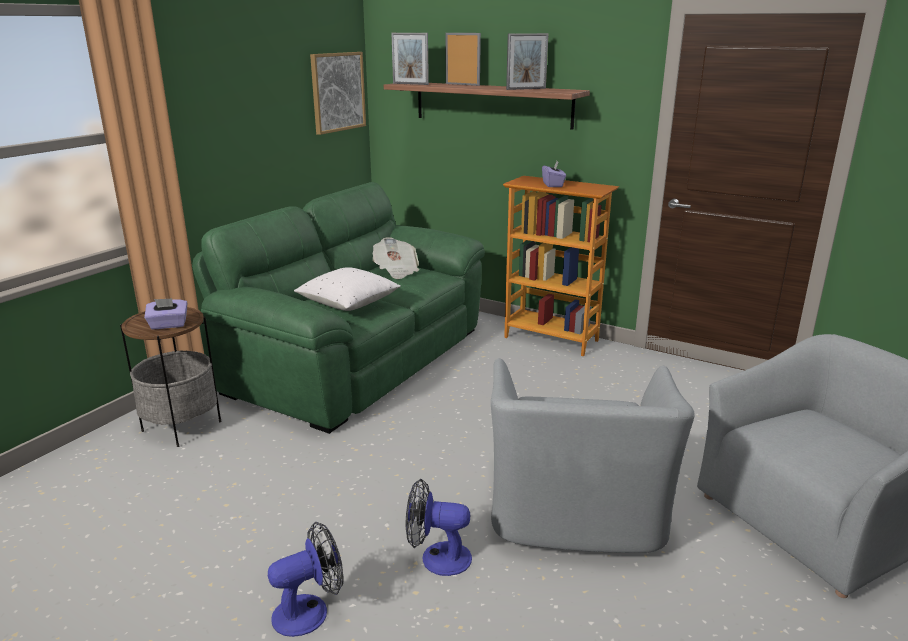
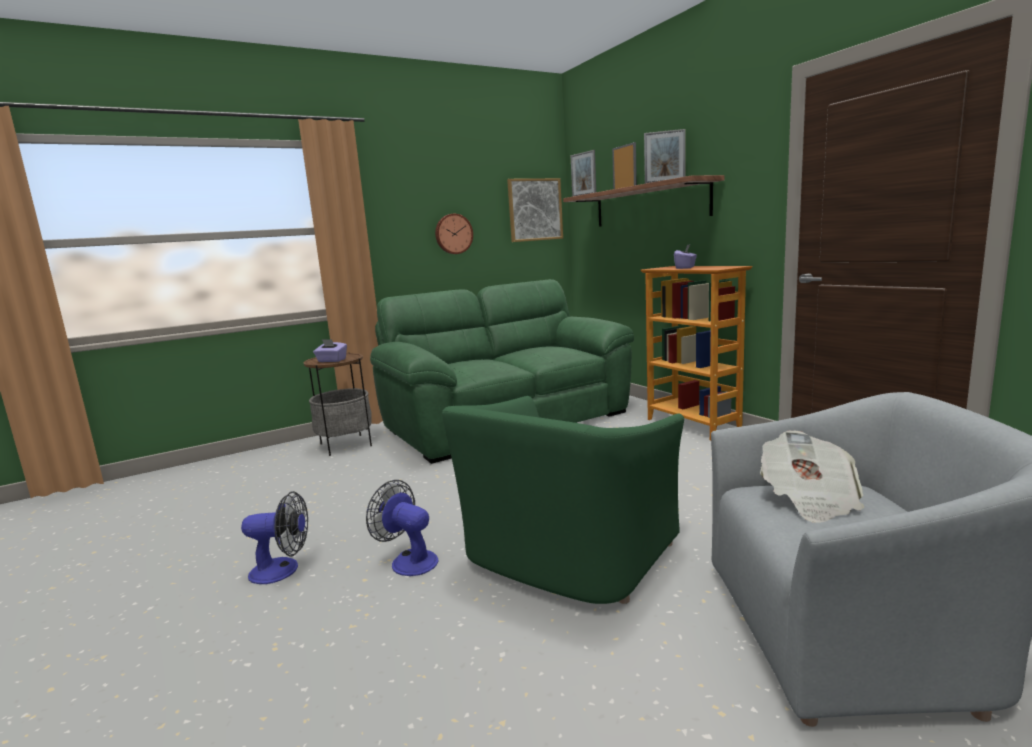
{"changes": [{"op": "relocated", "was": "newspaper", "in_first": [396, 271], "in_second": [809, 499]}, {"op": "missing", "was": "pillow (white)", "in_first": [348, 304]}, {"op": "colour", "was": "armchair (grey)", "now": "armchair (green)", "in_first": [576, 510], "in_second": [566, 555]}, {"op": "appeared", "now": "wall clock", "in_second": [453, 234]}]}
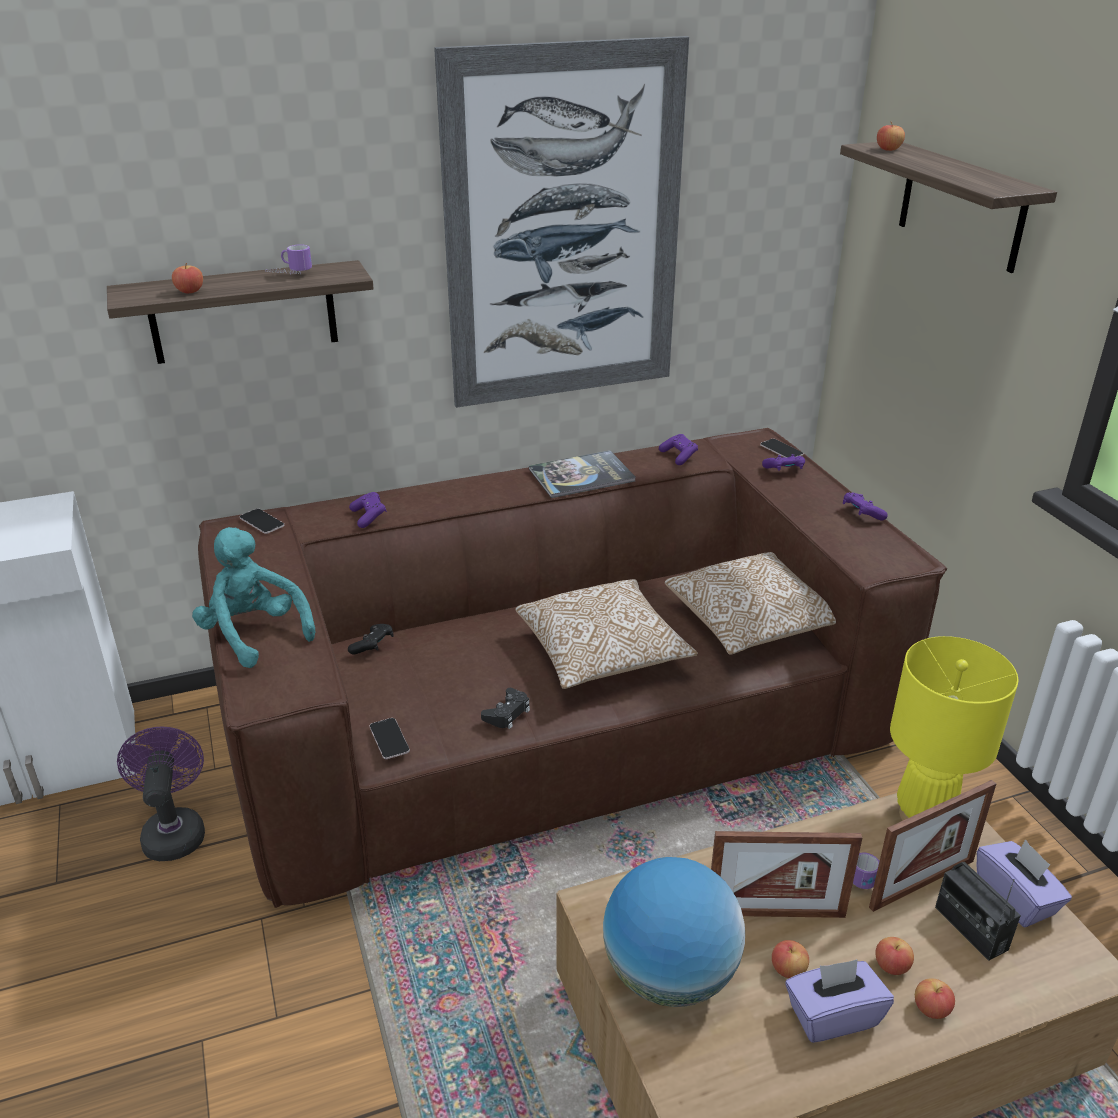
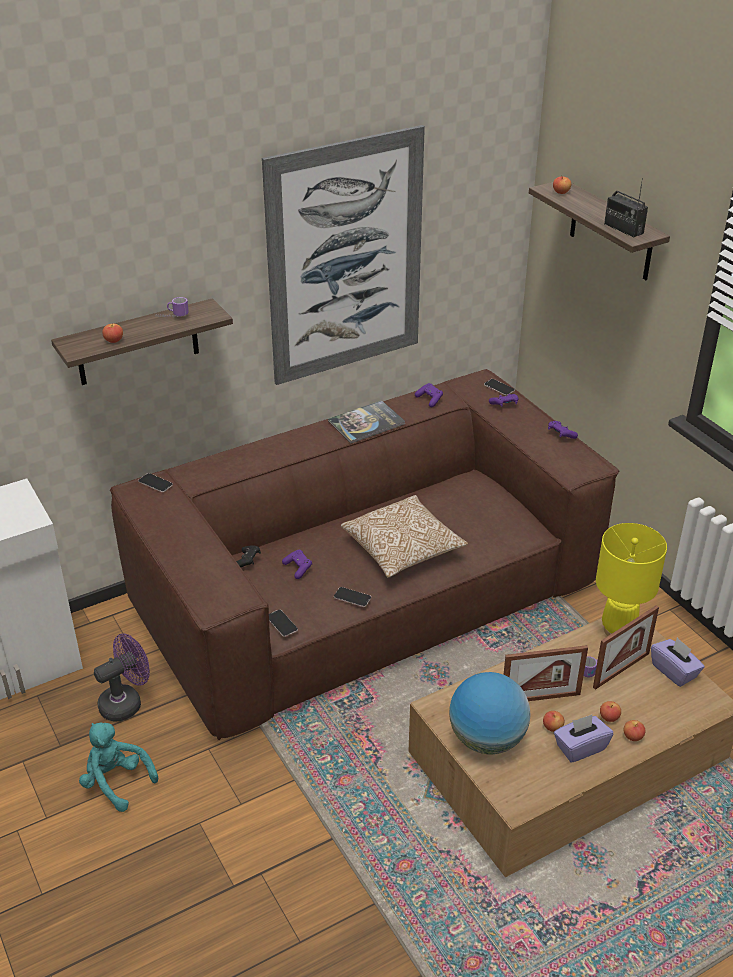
{"changes": [{"op": "relocated", "was": "game controller (purple)", "in_first": [369, 517], "in_second": [298, 568]}, {"op": "relocated", "was": "plush toy (turquoise)", "in_first": [254, 634], "in_second": [116, 782]}, {"op": "missing", "was": "pillow", "in_first": [750, 623]}, {"op": "exchanged", "was": "game controller (black)", "now": "phone", "in_first": [507, 713], "in_second": [352, 597]}, {"op": "spun", "was": "fan (purple)", "in_first": [174, 831], "in_second": [126, 702], "clockwise": 75}, {"op": "relocated", "was": "radio", "in_first": [970, 928], "in_second": [623, 228]}]}
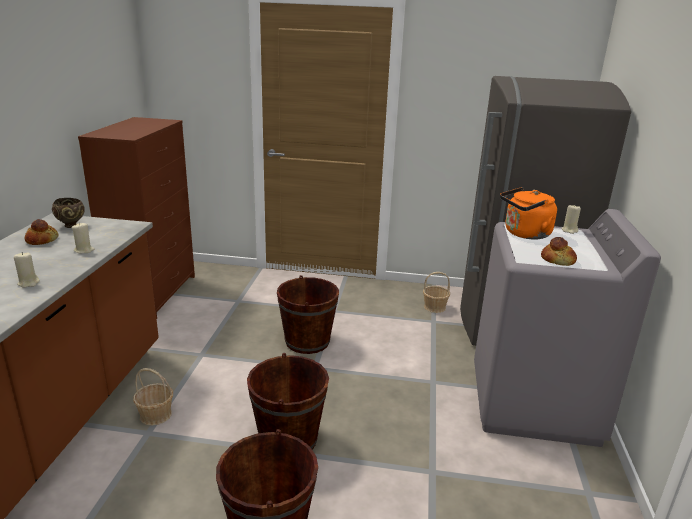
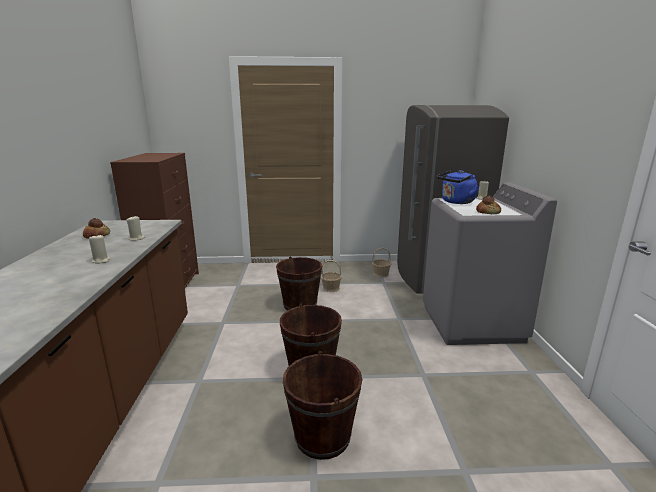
{"changes": [{"op": "colour", "was": "kettle (orange)", "now": "kettle (blue)", "in_first": [524, 234], "in_second": [456, 202]}, {"op": "missing", "was": "bowl (brown)", "in_first": [71, 226]}, {"op": "relocated", "was": "basket", "in_first": [155, 415], "in_second": [331, 288]}]}
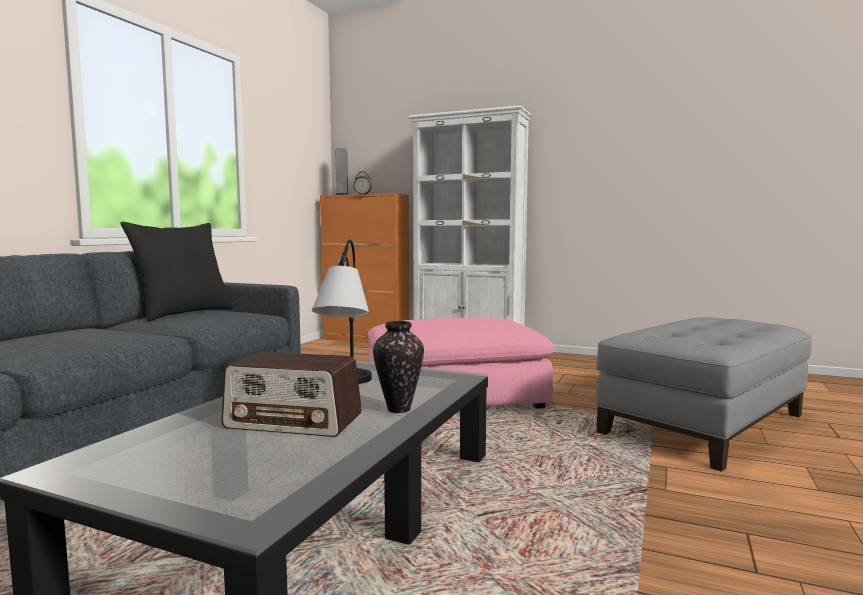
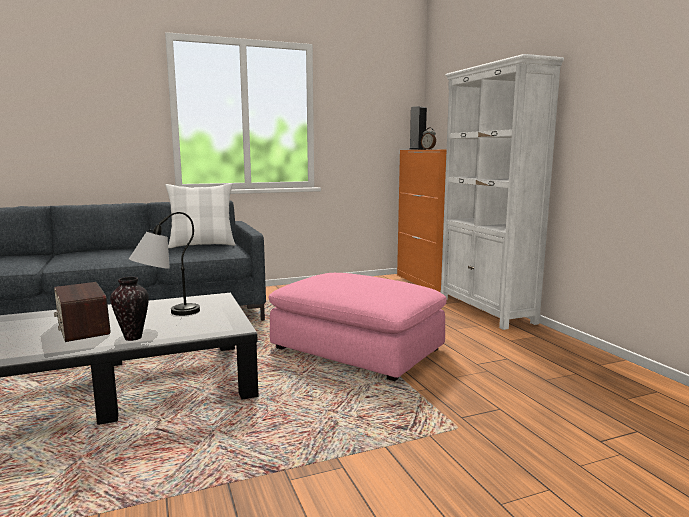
{"changes": [{"op": "colour", "was": "pillow (black)", "now": "pillow (white)", "in_first": [184, 313], "in_second": [202, 245]}, {"op": "missing", "was": "ottoman (grey)", "in_first": [705, 424]}]}
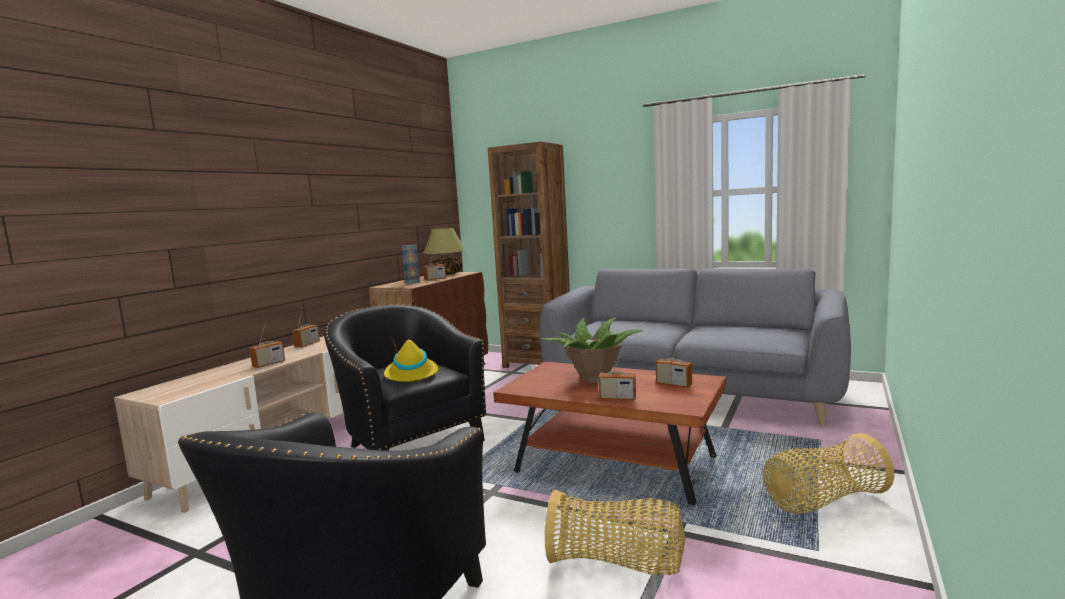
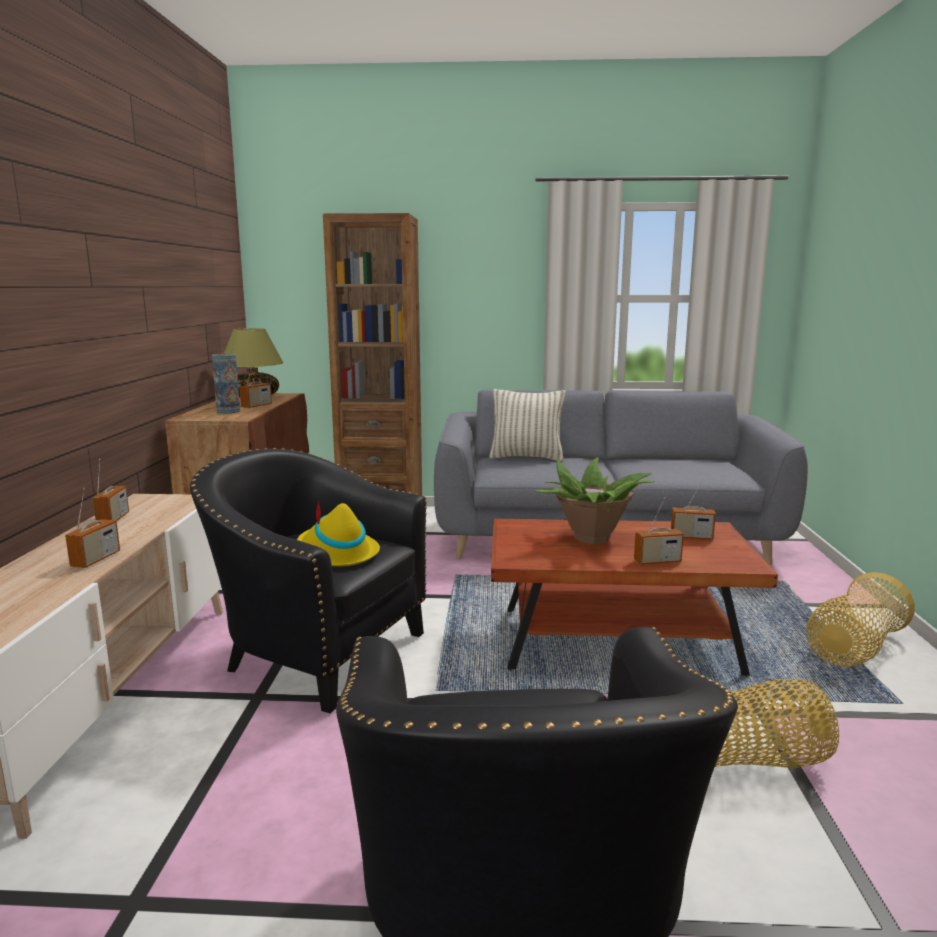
{"changes": [{"op": "appeared", "now": "pillow", "in_second": [526, 457]}]}
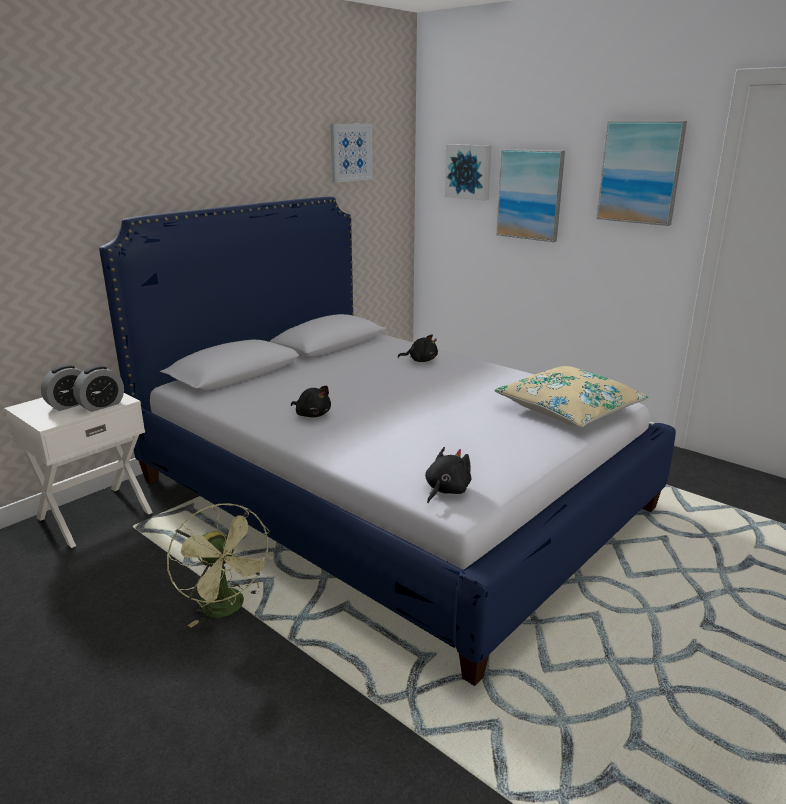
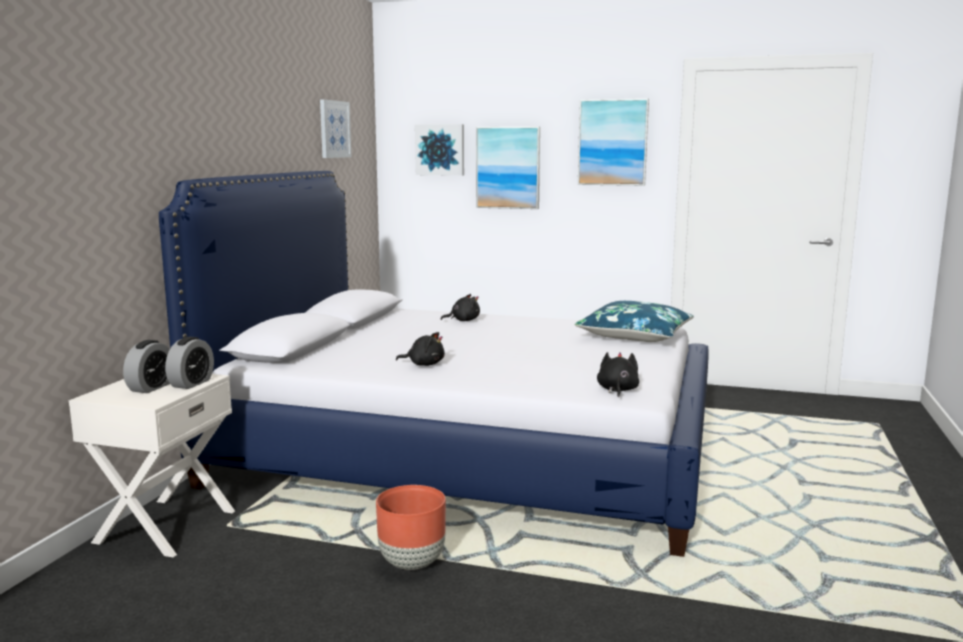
{"changes": [{"op": "colour", "was": "pillow (beige)", "now": "pillow (blue)", "in_first": [569, 409], "in_second": [635, 335]}, {"op": "exchanged", "was": "fan (green)", "now": "planter (brown)", "in_first": [227, 609], "in_second": [412, 562]}]}
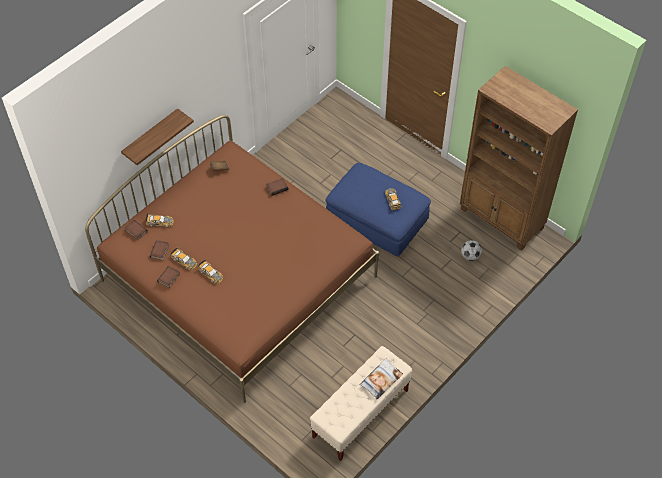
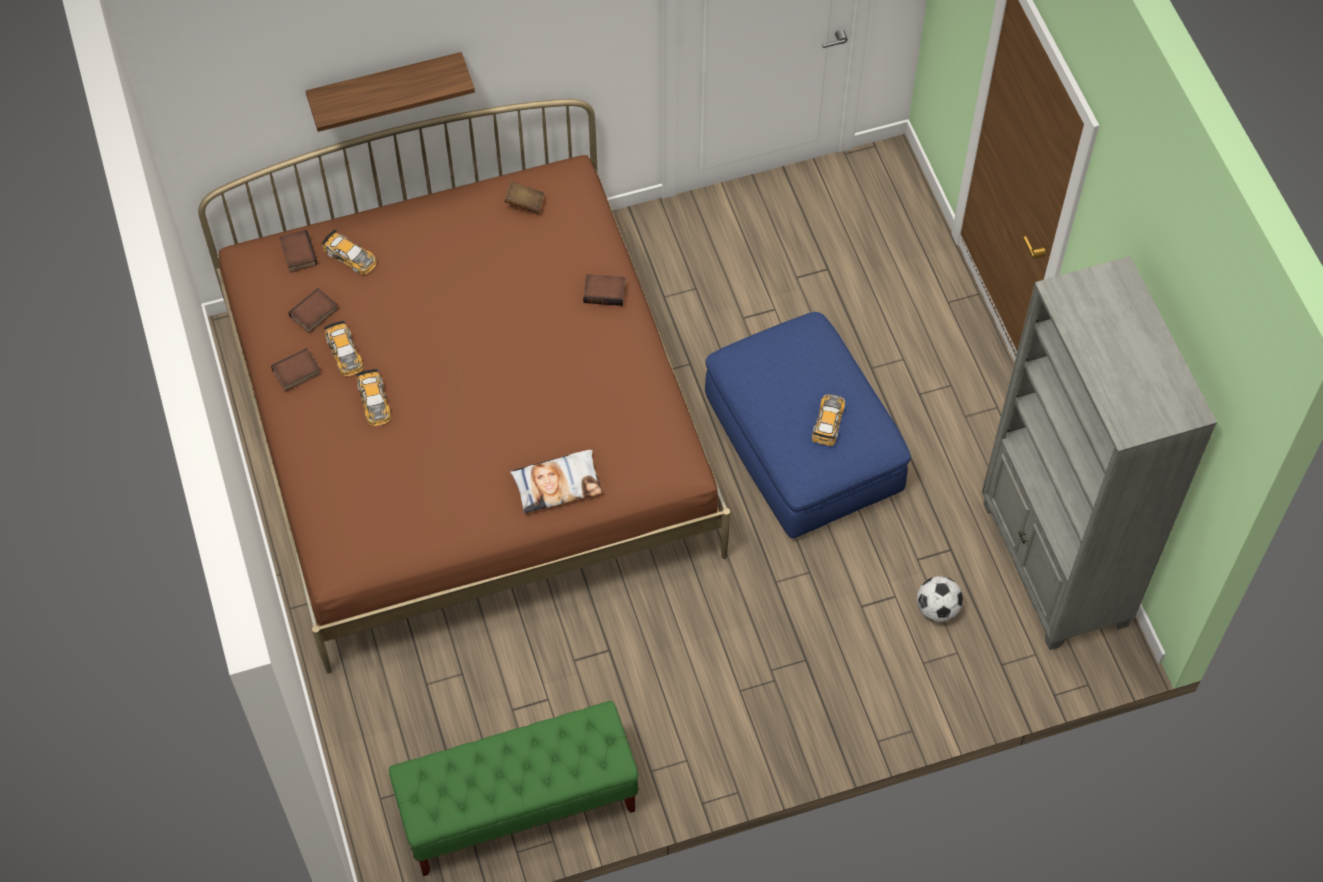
{"changes": [{"op": "colour", "was": "bookcase (brown)", "now": "bookcase (grey)", "in_first": [502, 219], "in_second": [1053, 566]}, {"op": "colour", "was": "bench (beige)", "now": "bench (green)", "in_first": [360, 414], "in_second": [518, 808]}, {"op": "relocated", "was": "pillow", "in_first": [381, 380], "in_second": [557, 484]}]}
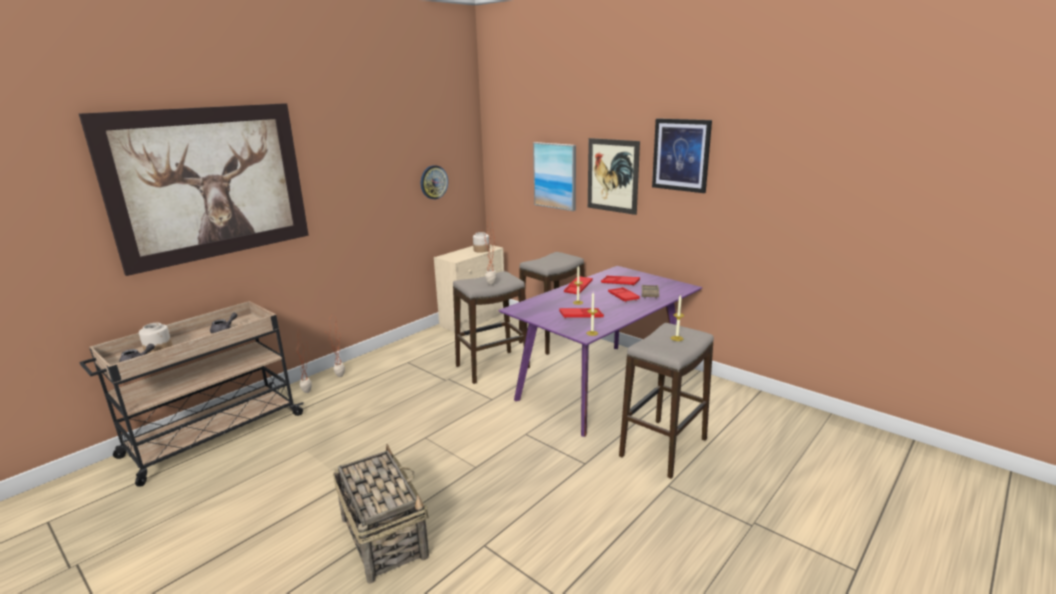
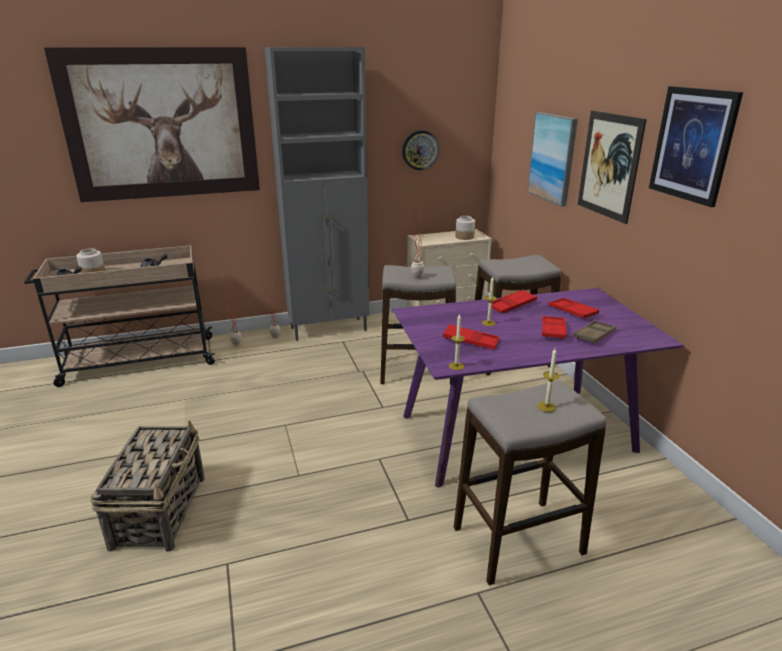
{"changes": [{"op": "appeared", "now": "cabinet (grey)", "in_second": [330, 329]}]}
